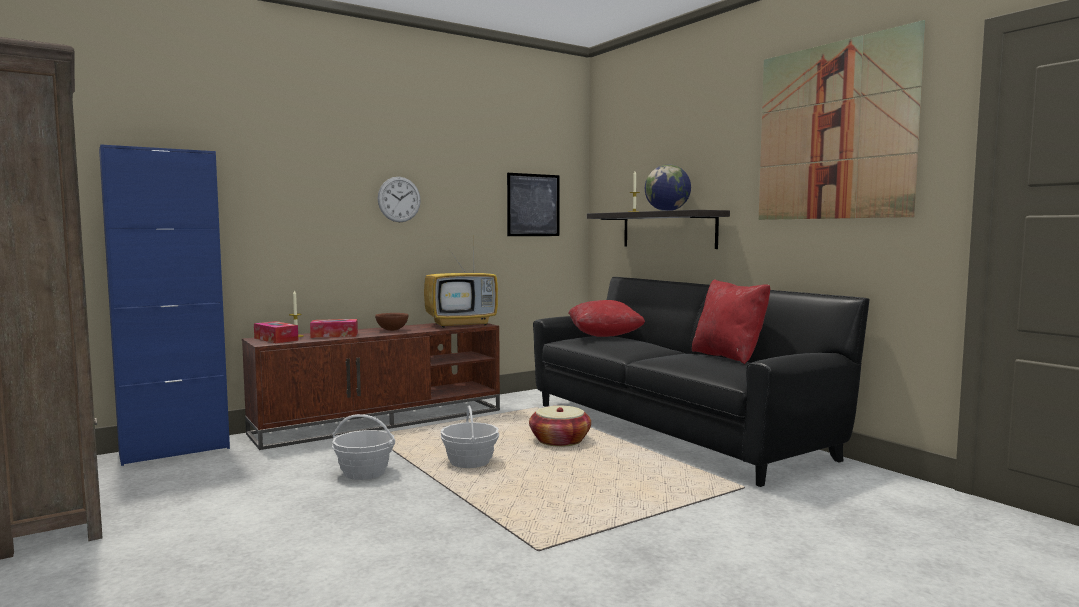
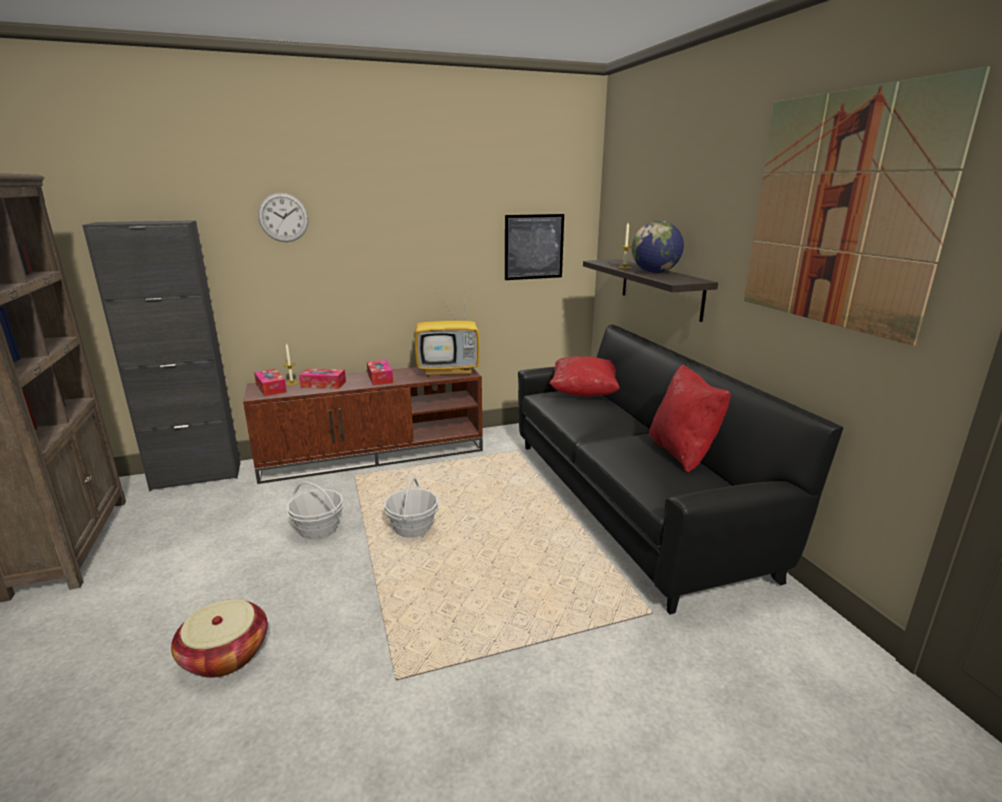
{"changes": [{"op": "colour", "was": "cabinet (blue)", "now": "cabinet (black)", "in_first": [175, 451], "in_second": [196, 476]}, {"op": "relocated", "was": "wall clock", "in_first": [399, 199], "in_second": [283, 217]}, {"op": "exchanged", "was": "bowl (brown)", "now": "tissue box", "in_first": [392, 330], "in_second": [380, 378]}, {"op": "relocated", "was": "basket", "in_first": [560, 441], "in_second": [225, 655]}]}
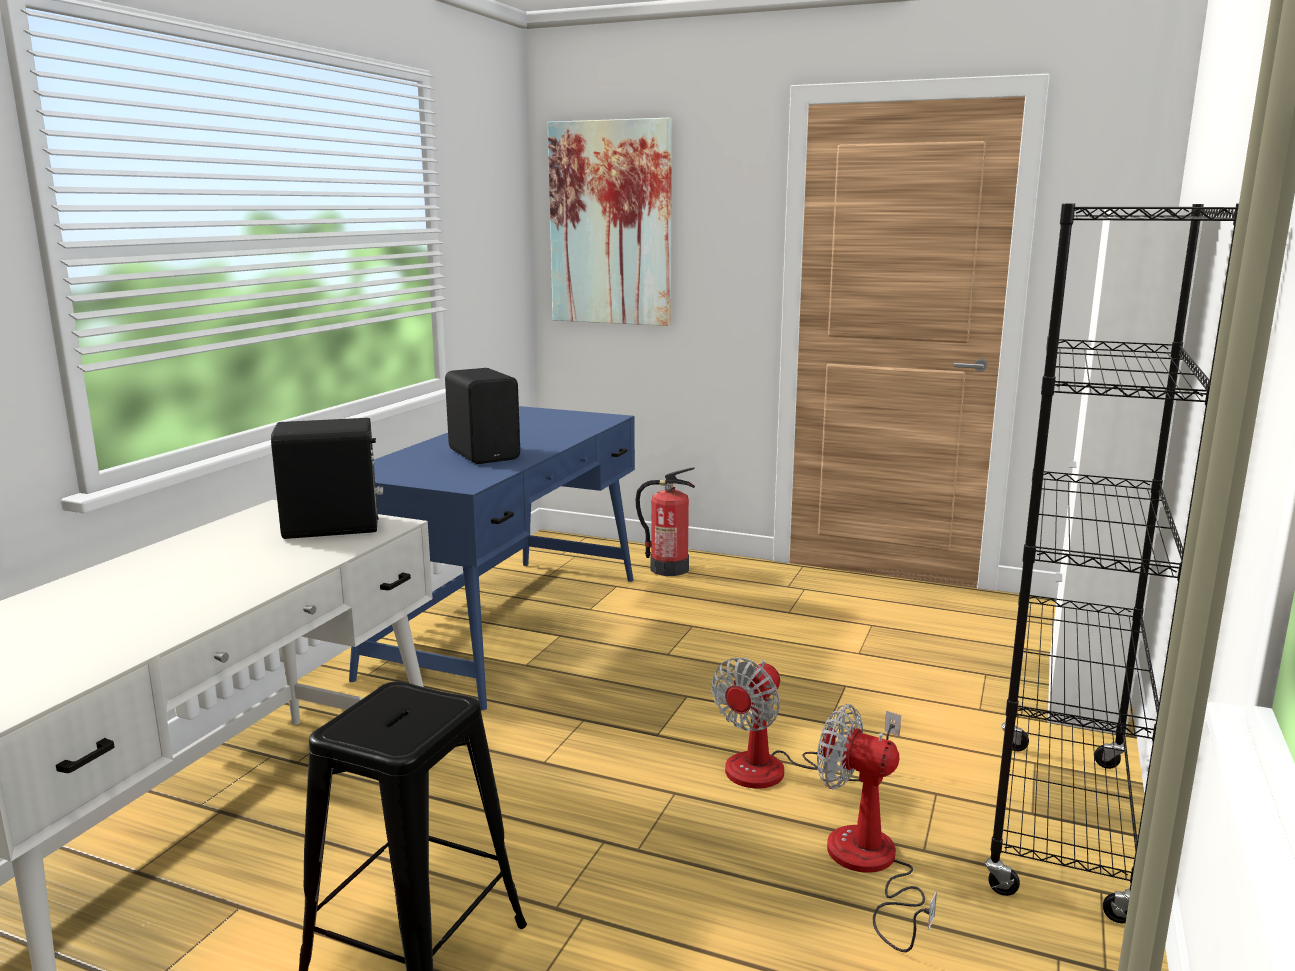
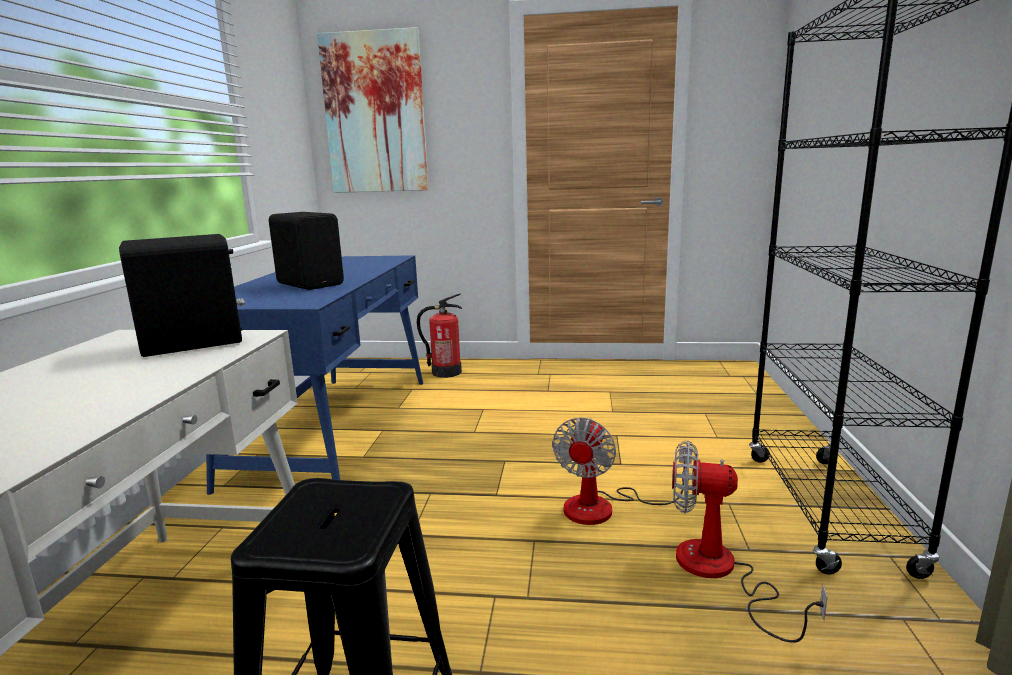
{"changes": [{"op": "missing", "was": "cabinet (white)", "in_first": [1084, 694]}]}
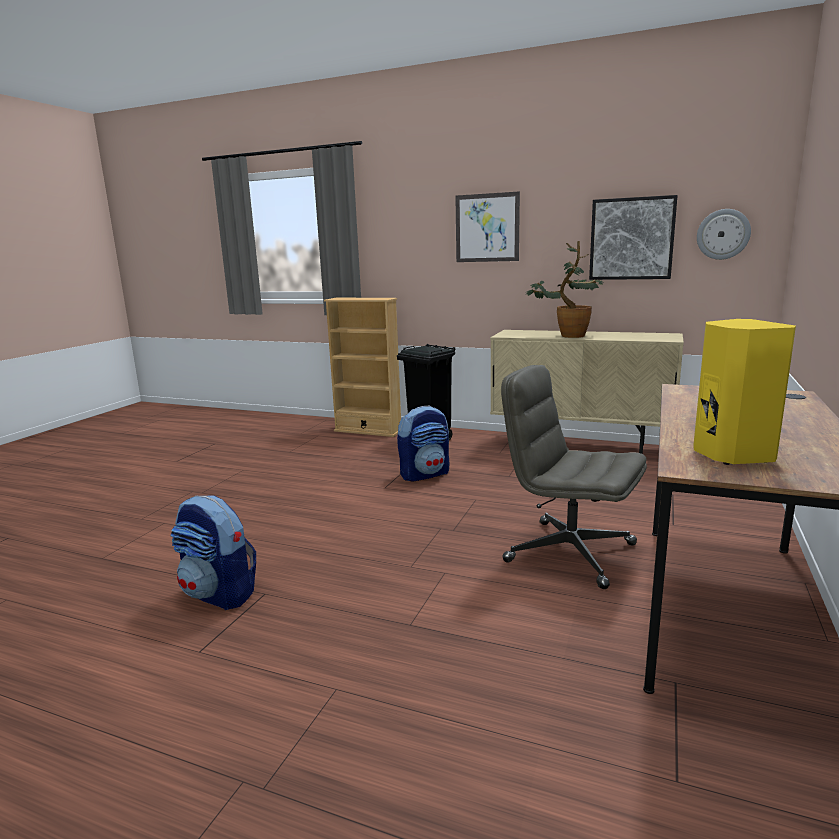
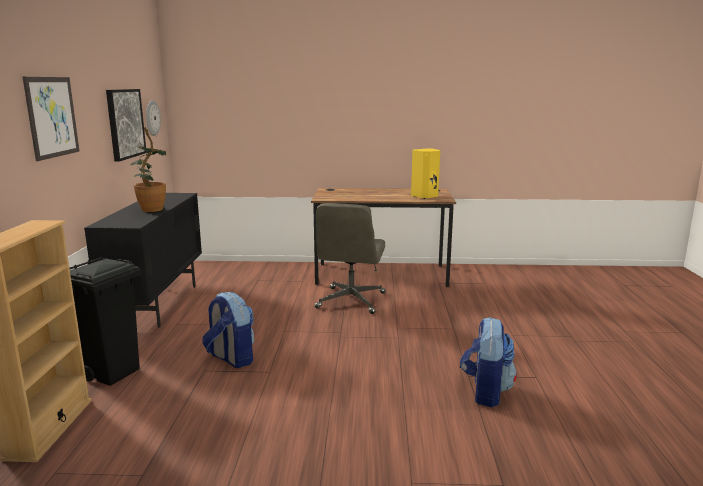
{"changes": [{"op": "colour", "was": "cabinet (beige)", "now": "cabinet (black)", "in_first": [580, 447], "in_second": [158, 305]}]}
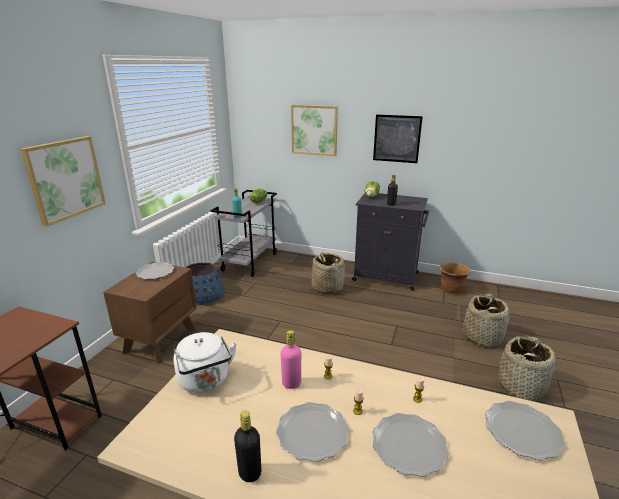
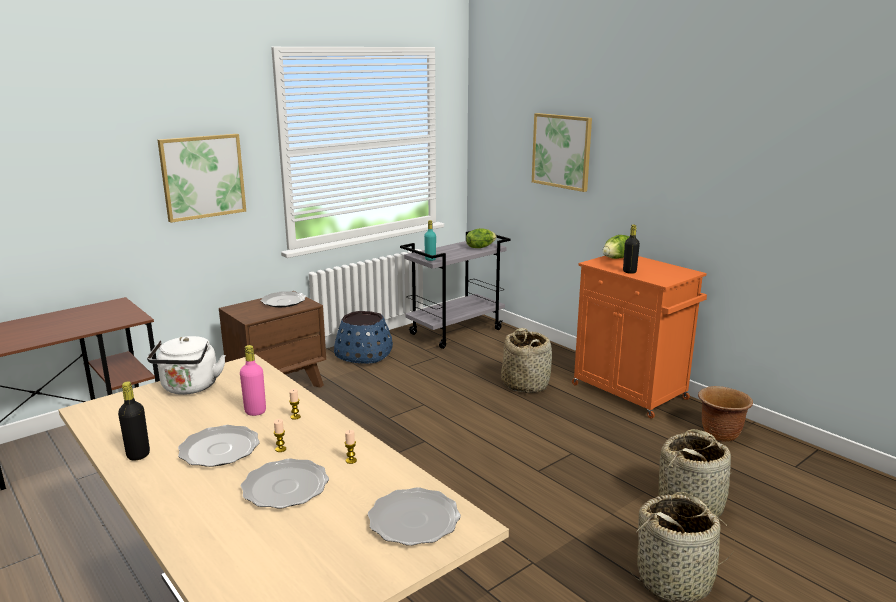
{"changes": [{"op": "missing", "was": "picture", "in_first": [396, 138]}, {"op": "colour", "was": "cabinet (black)", "now": "cabinet (orange)", "in_first": [387, 277], "in_second": [631, 392]}]}
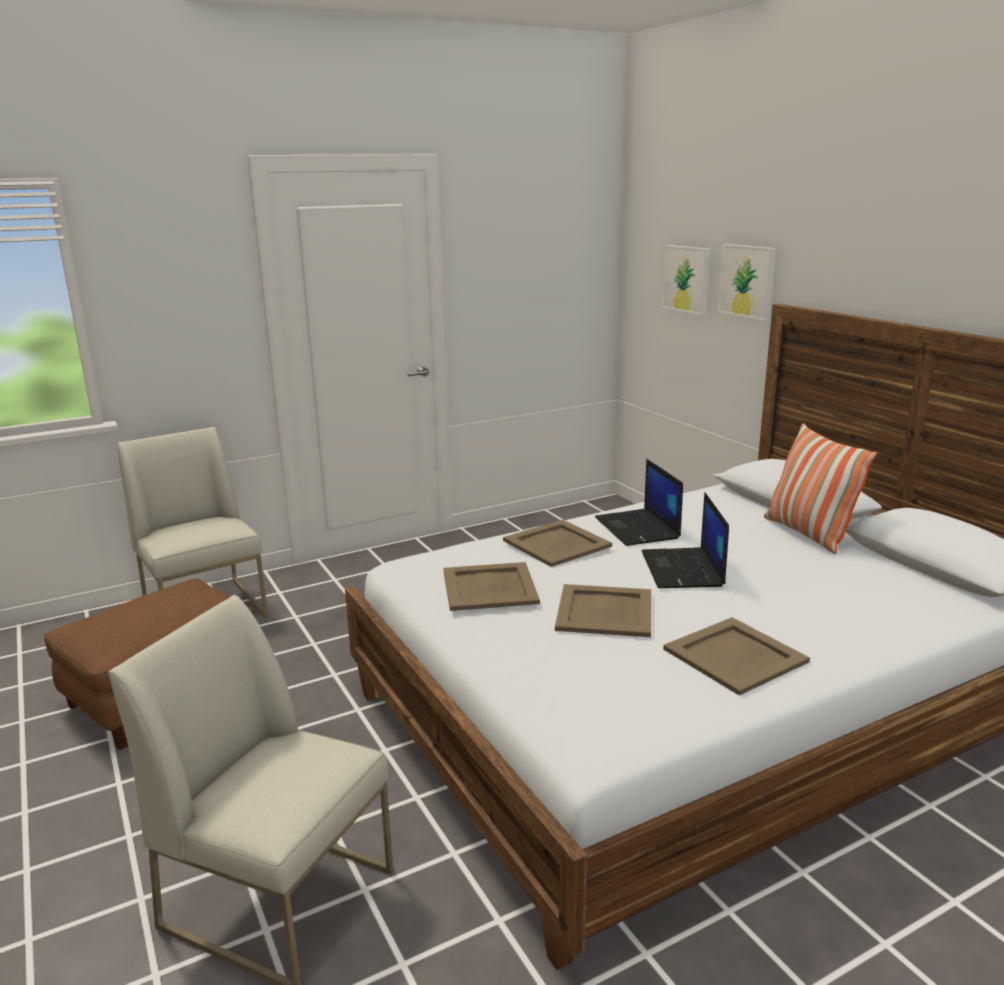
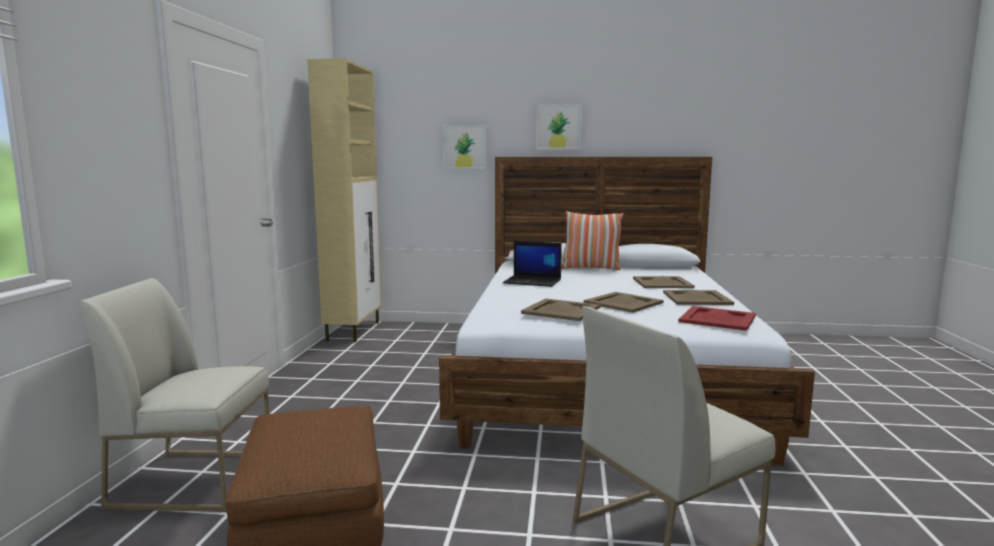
{"changes": [{"op": "relocated", "was": "picture", "in_first": [687, 279], "in_second": [558, 126]}, {"op": "missing", "was": "laptop", "in_first": [683, 569]}, {"op": "relocated", "was": "tray (beige)", "in_first": [556, 543], "in_second": [662, 283]}, {"op": "appeared", "now": "cabinet (beige)", "in_second": [354, 331]}, {"op": "appeared", "now": "tray (red)", "in_second": [718, 319]}]}
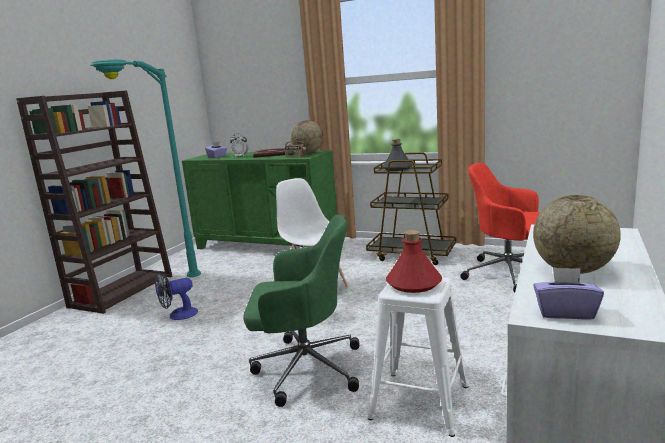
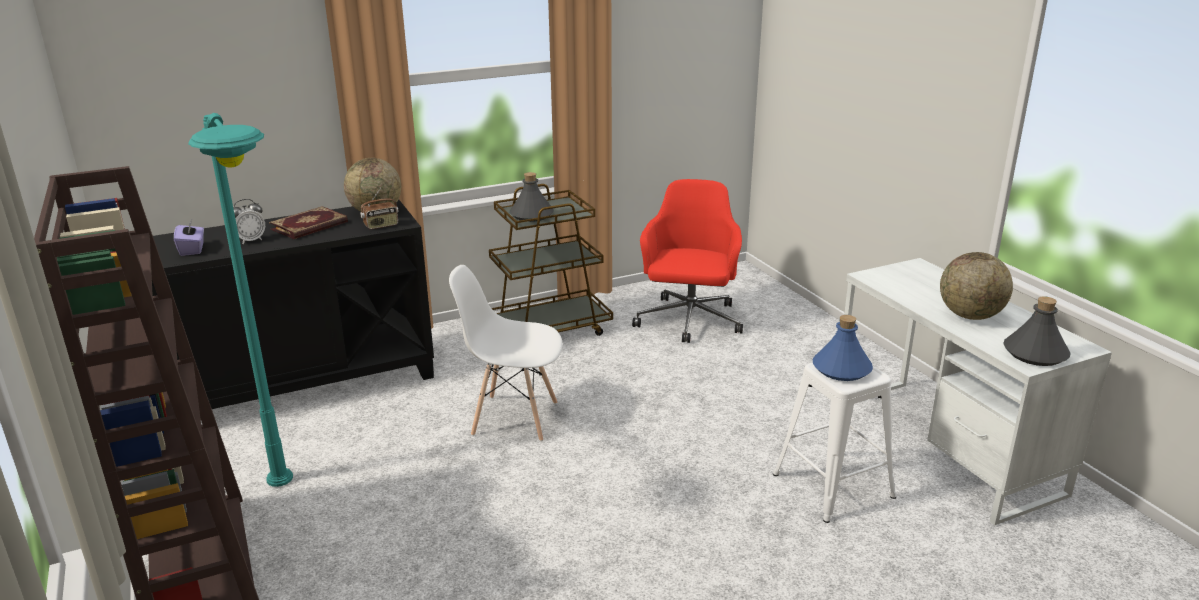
{"changes": [{"op": "colour", "was": "cabinet (green)", "now": "cabinet (black)", "in_first": [267, 245], "in_second": [302, 385]}, {"op": "spun", "was": "office chair (red)", "in_first": [509, 274], "in_second": [689, 321], "clockwise": 120}, {"op": "missing", "was": "office chair (green)", "in_first": [304, 368]}, {"op": "colour", "was": "bottle (red)", "now": "bottle (blue)", "in_first": [414, 284], "in_second": [842, 369]}, {"op": "exchanged", "was": "tissue box (purple)", "now": "bottle (grey)", "in_first": [565, 312], "in_second": [1035, 354]}, {"op": "missing", "was": "fan", "in_first": [178, 315]}]}
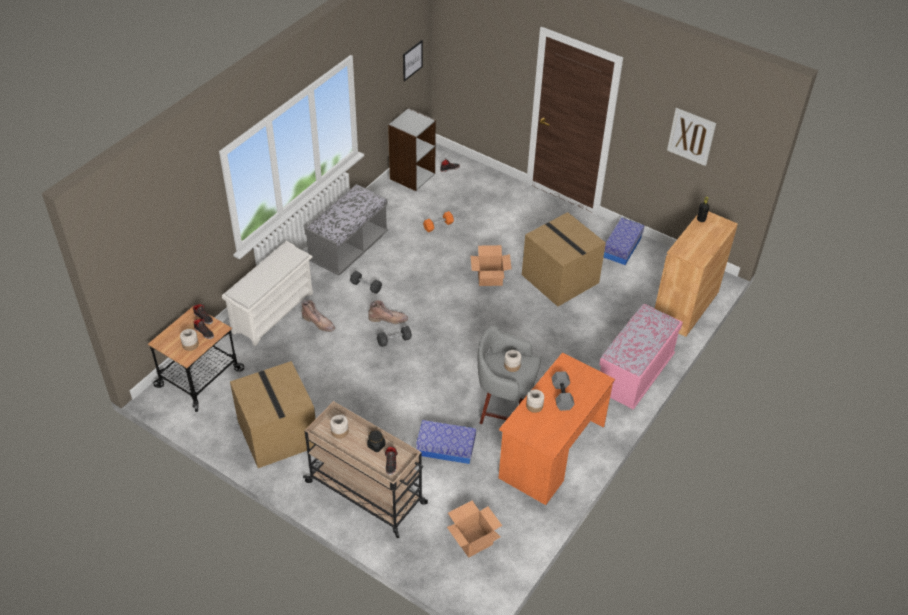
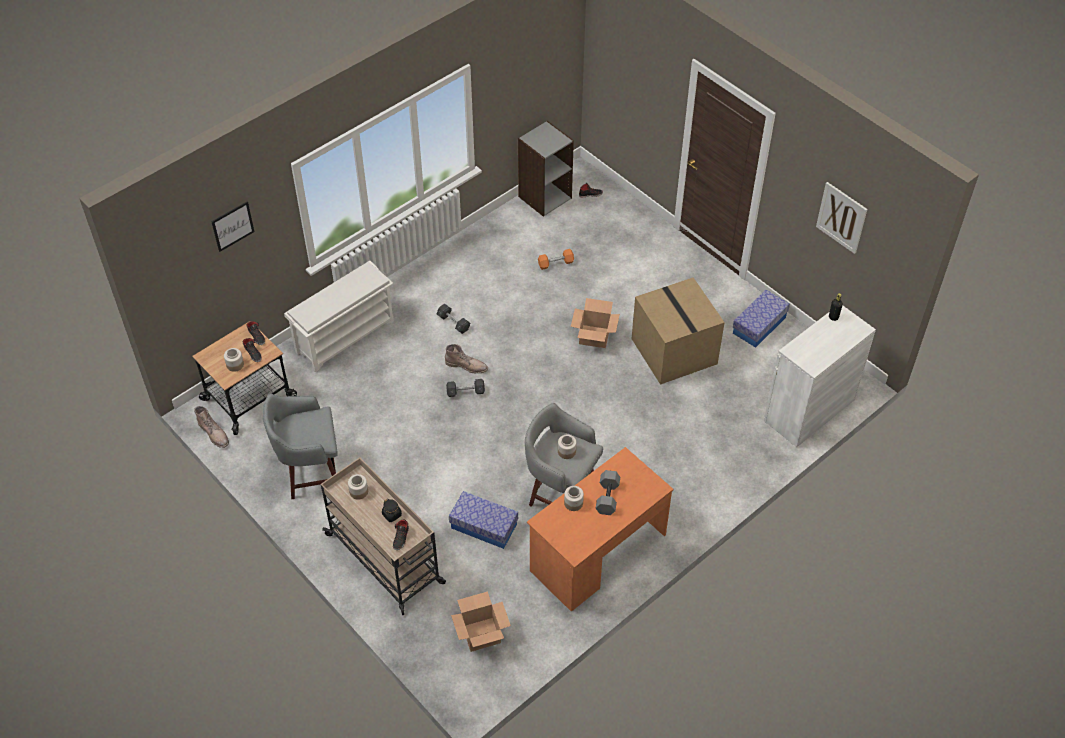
{"changes": [{"op": "relocated", "was": "picture", "in_first": [412, 60], "in_second": [232, 226]}, {"op": "missing", "was": "bench (grey)", "in_first": [348, 248]}, {"op": "colour", "was": "cabinet (brown)", "now": "cabinet (white)", "in_first": [685, 306], "in_second": [809, 410]}, {"op": "relocated", "was": "boot (brown)", "in_first": [319, 322], "in_second": [214, 433]}, {"op": "missing", "was": "bench (pink)", "in_first": [634, 375]}, {"op": "exchanged", "was": "cardboard box", "now": "stool (grey)", "in_first": [276, 433], "in_second": [311, 474]}]}
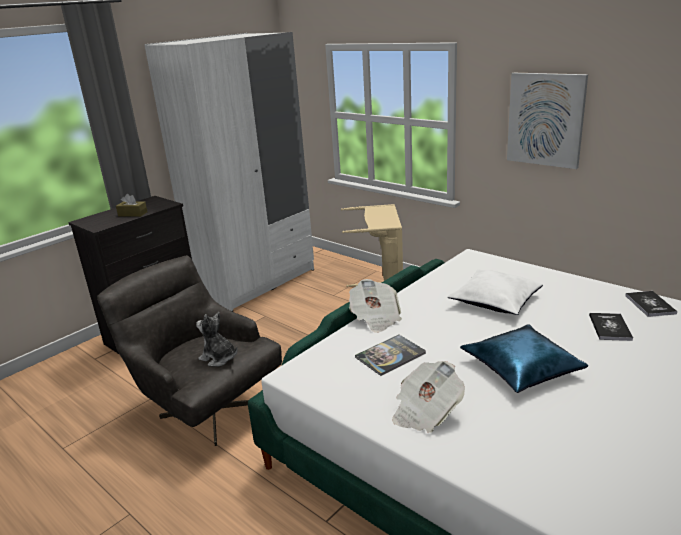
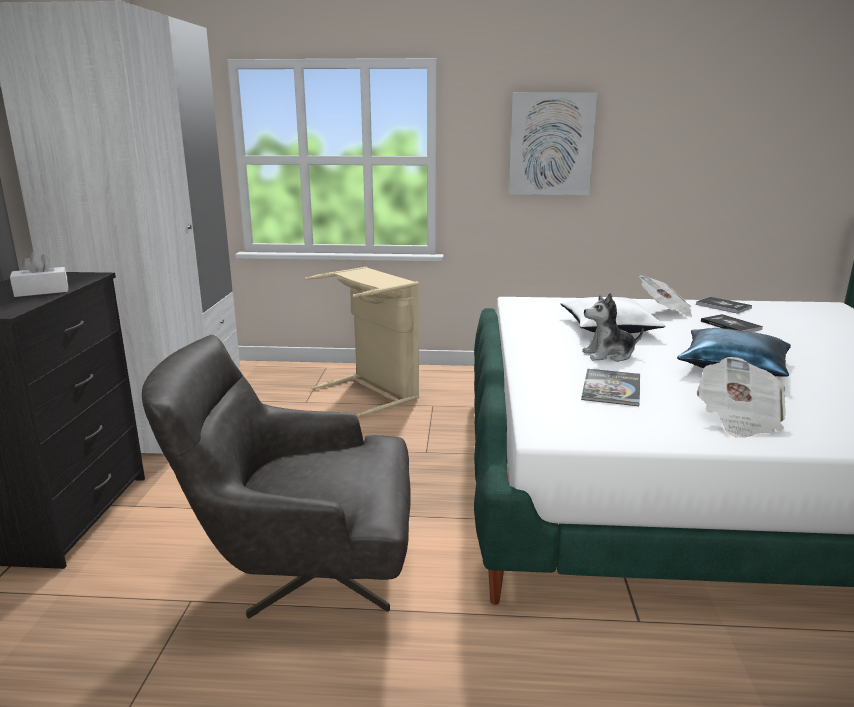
{"changes": [{"op": "colour", "was": "tissue box (brown)", "now": "tissue box (white)", "in_first": [133, 214], "in_second": [42, 291]}, {"op": "relocated", "was": "newspaper", "in_first": [375, 318], "in_second": [665, 311]}, {"op": "relocated", "was": "plush toy", "in_first": [219, 358], "in_second": [609, 355]}]}
